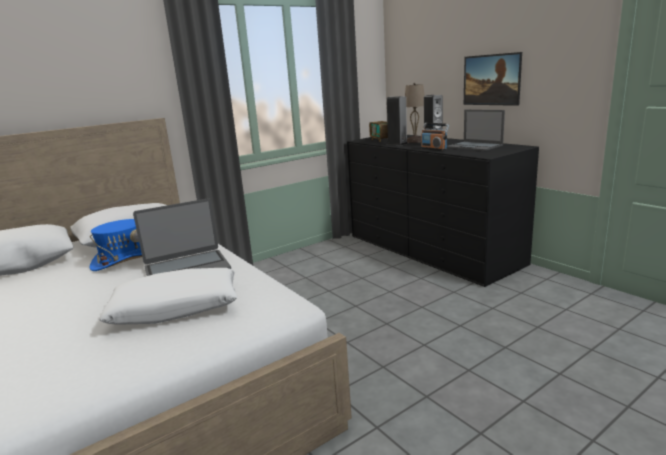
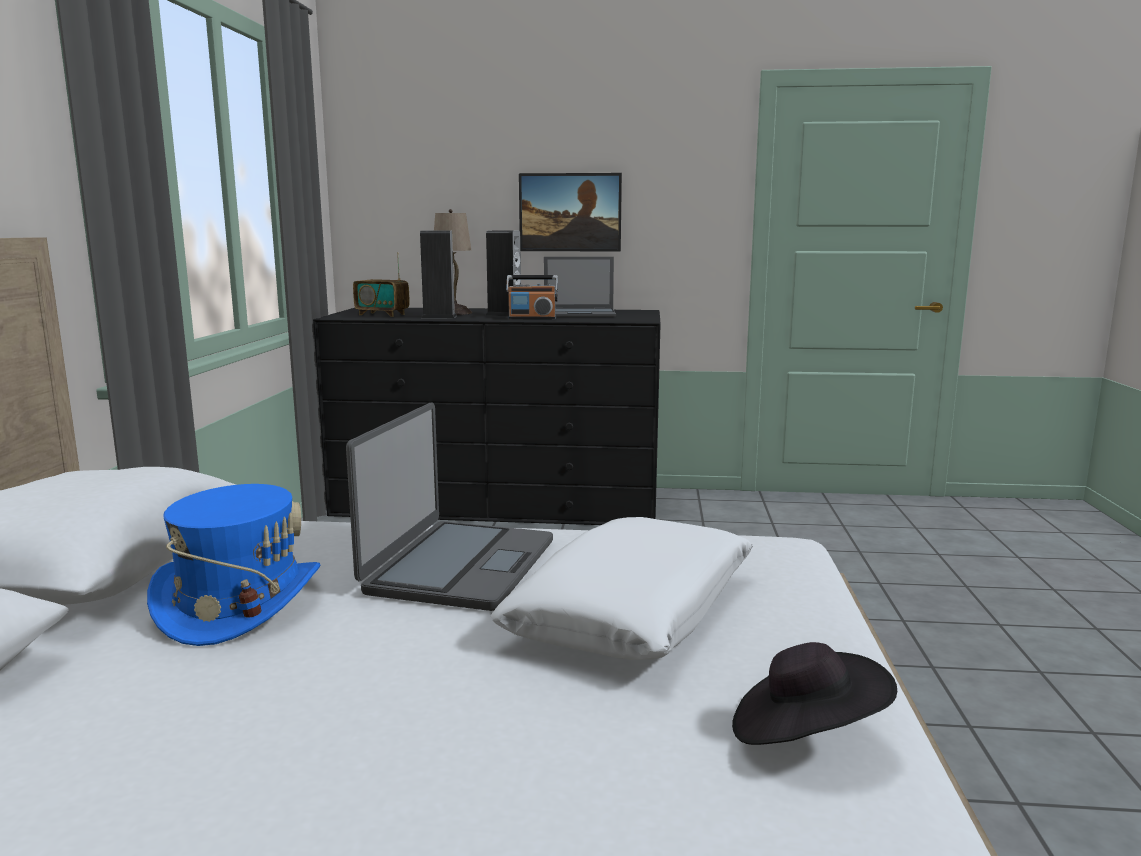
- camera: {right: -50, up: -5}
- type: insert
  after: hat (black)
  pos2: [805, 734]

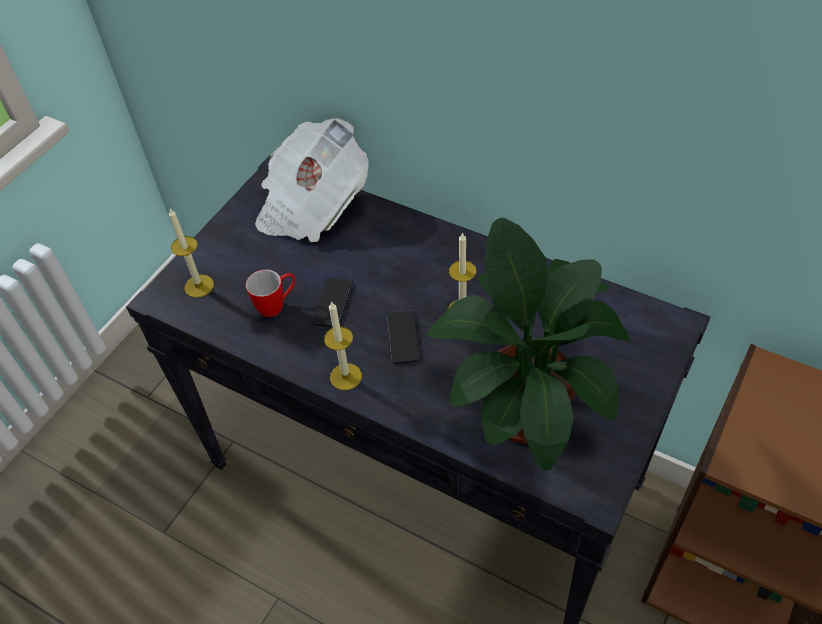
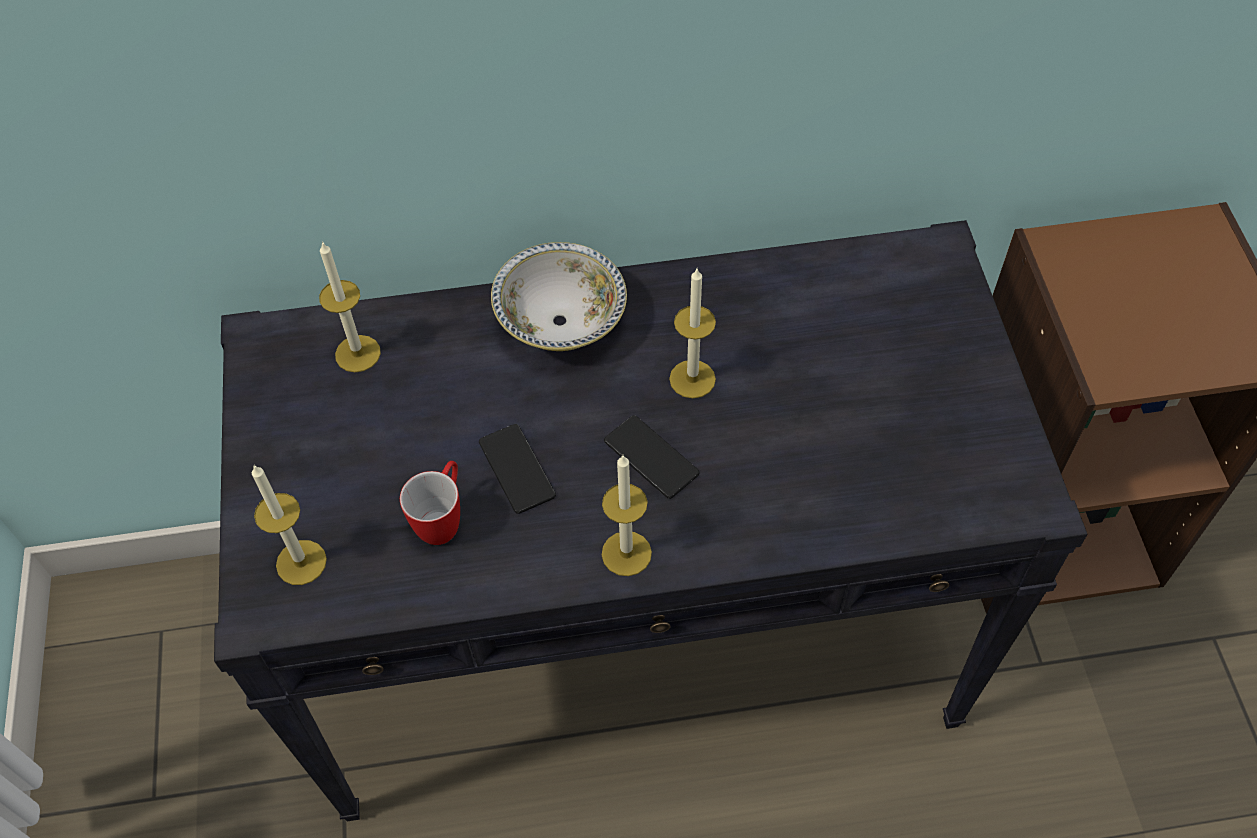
- camera: {right: -40, up: 5}
- type: delete
  before: potted plant
  pos1: [525, 402]
- type: insert
  after: bowl
  pos2: [561, 321]
- type: replace
  before: newspaper
  after: candle
  pos1: [311, 205]
  pos2: [358, 353]

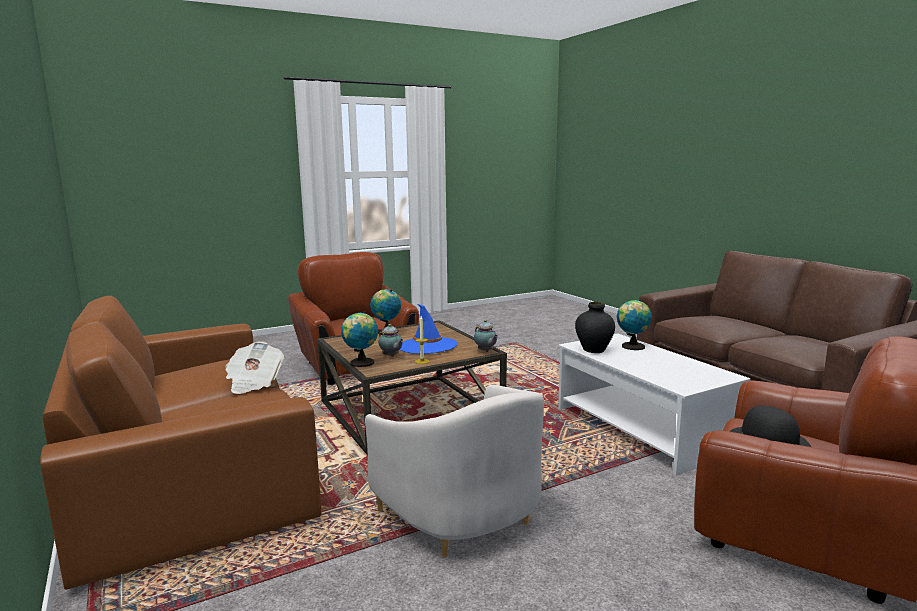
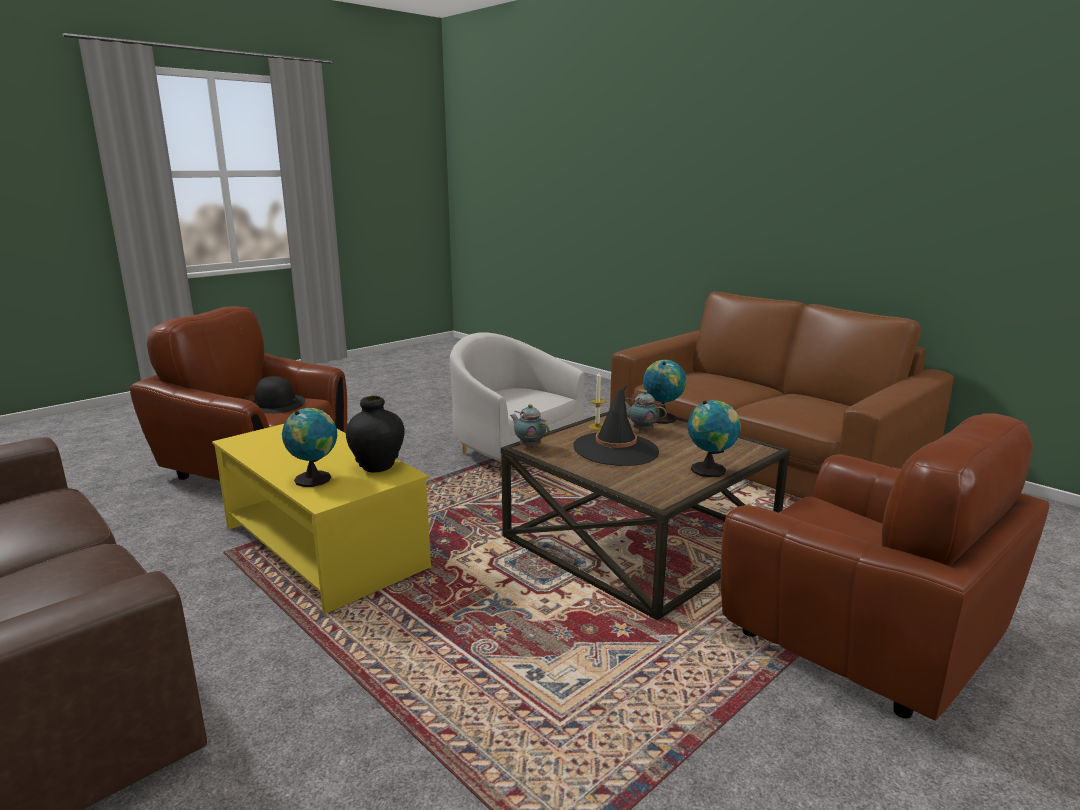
- camera: {right: 165, up: 5}
- type: delete
  before: newspaper
  pos1: [254, 383]
- type: recolor
  before: hat (blue)
  after: hat (black)
  pos1: [427, 346]
  pos2: [616, 450]
- type: recolor
  before: coffee table (white)
  after: coffee table (yellow)
  pos1: [642, 430]
  pos2: [323, 546]

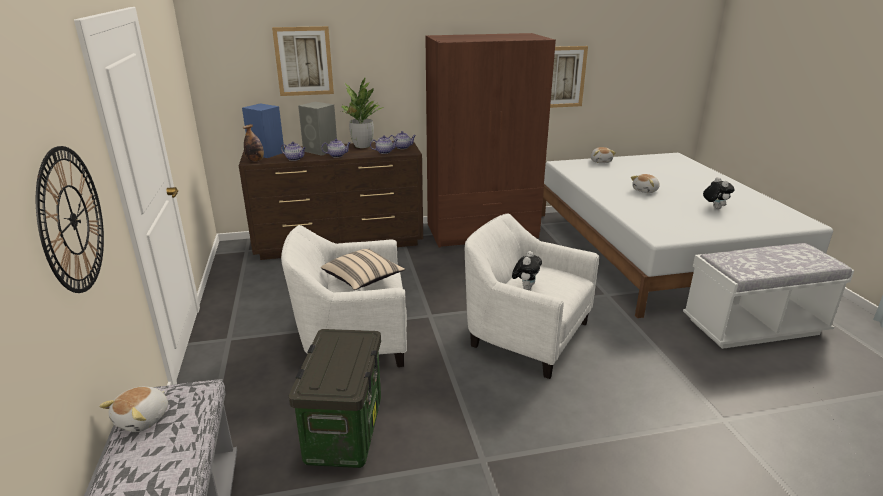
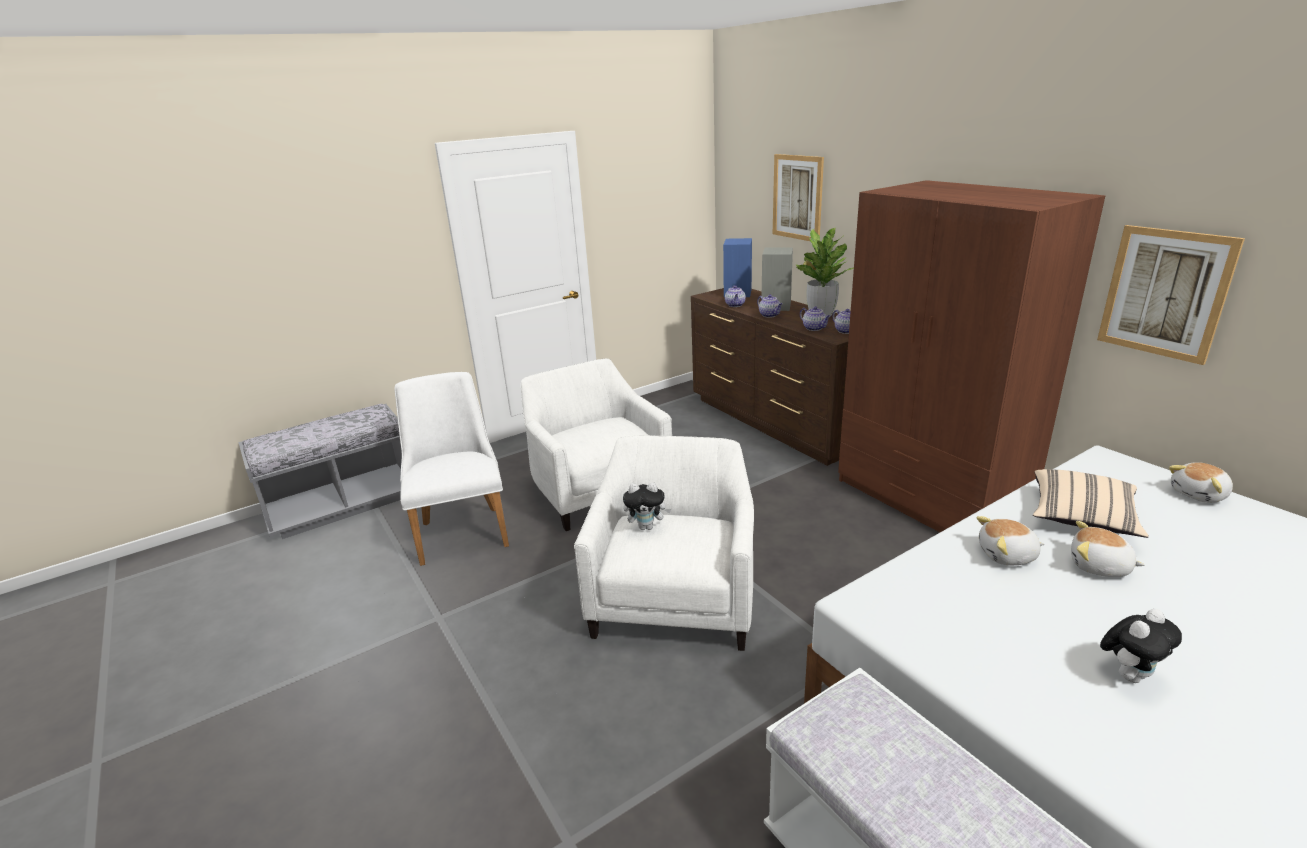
- camera: {right: 70, up: 0}
- type: delete
  before: wall clock
  pos1: [72, 220]
- type: delete
  before: bottle
  pos1: [255, 160]
- type: move
  before: plush toy
  pos1: [143, 419]
  pos2: [1007, 555]
- type: move
  before: pillow (beige)
  pos1: [363, 279]
  pos2: [1081, 518]
- type: replace
  before: storage box
  after: chair (white)
  pos1: [344, 430]
  pos2: [462, 529]

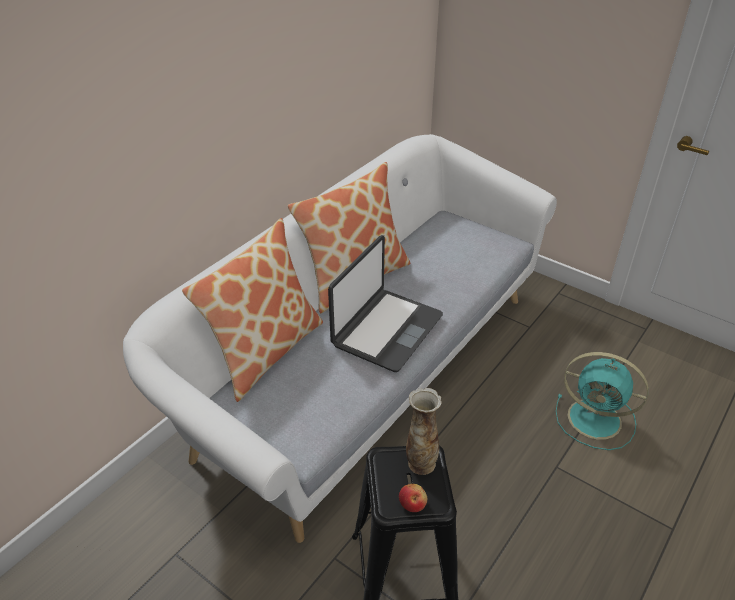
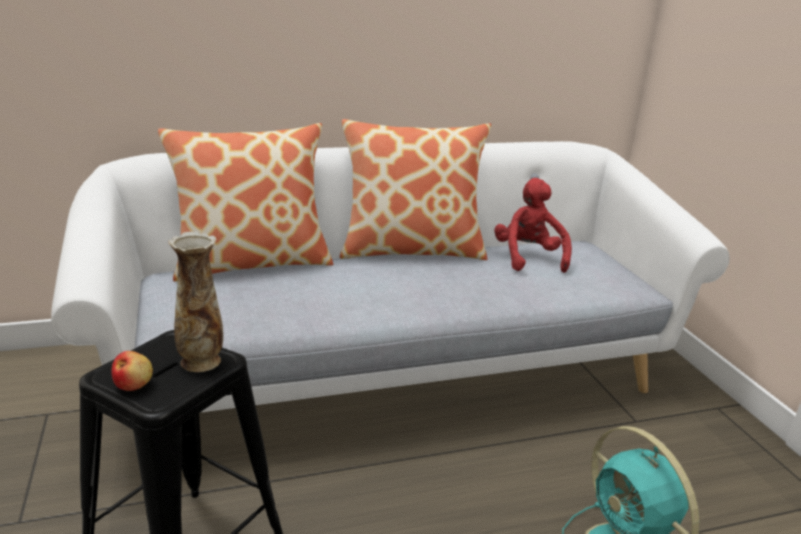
- camera: {right: 35, up: -15}
- type: delete
  before: laptop
  pos1: [386, 330]
- type: insert
  after: plush toy (red)
  pos2: [528, 258]

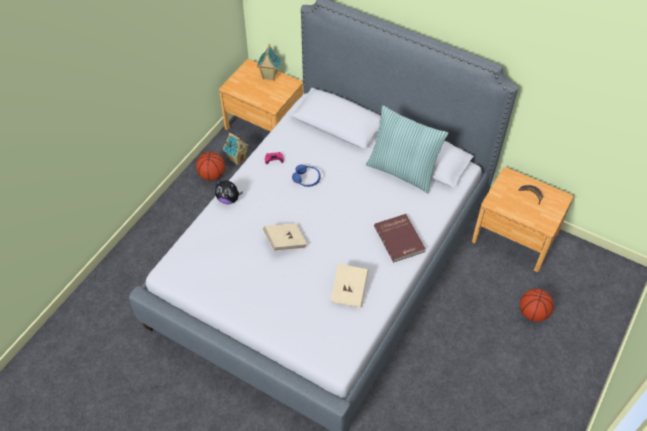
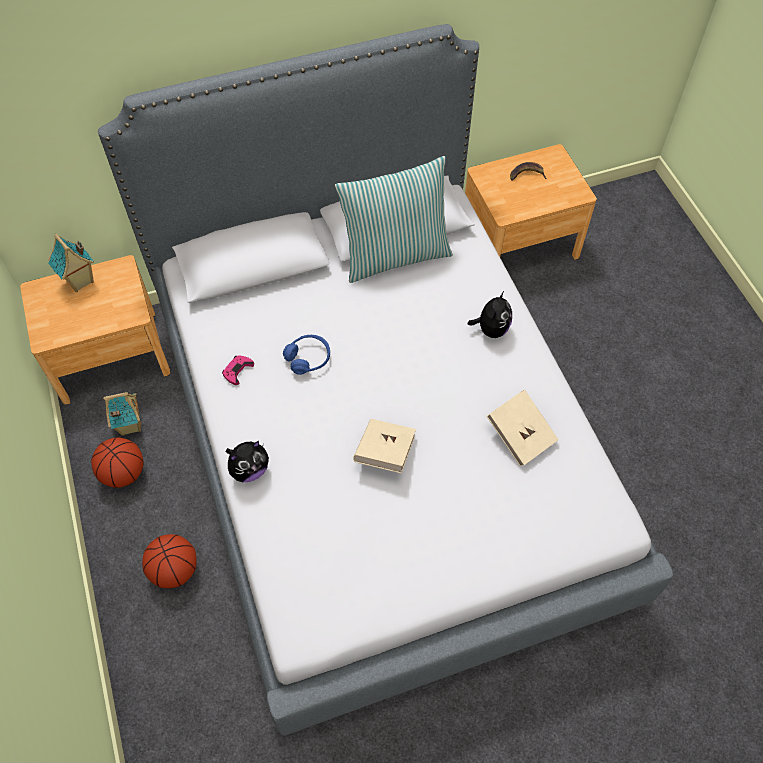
- camera: {right: -50, up: 5}
- type: move
  before: basketball
  pos1: [533, 313]
  pos2: [175, 570]
- type: replace
  before: book (red)
  after: plush toy
  pos1: [400, 239]
  pos2: [491, 329]

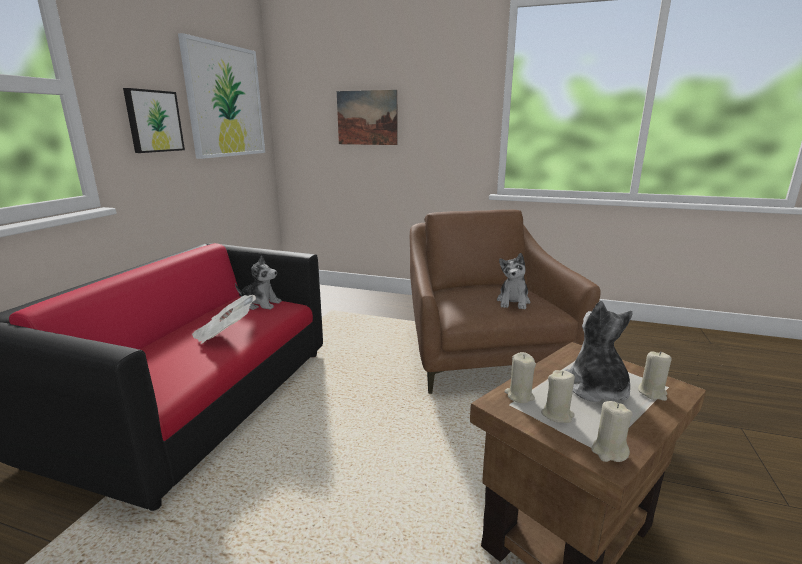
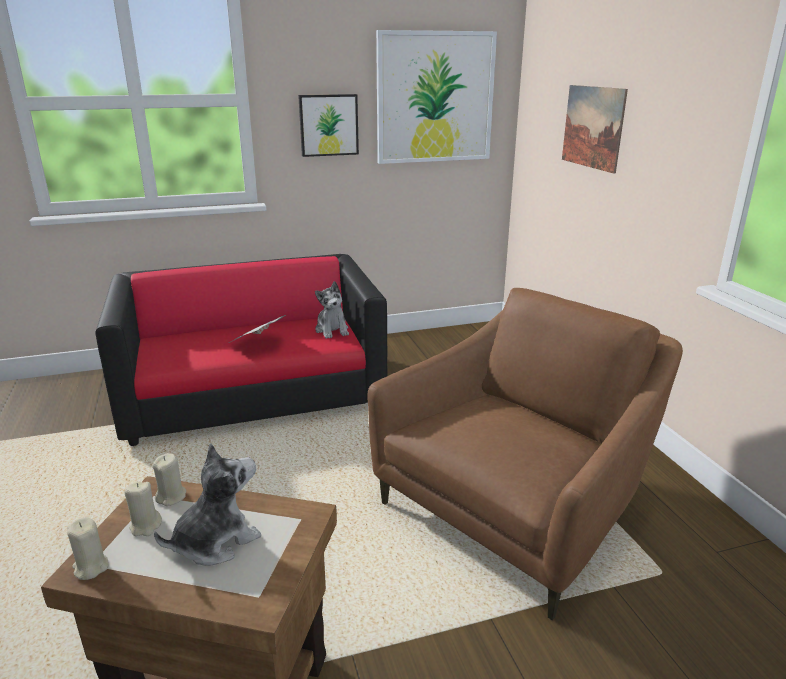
- camera: {right: 55, up: 5}
- type: delete
  before: plush toy
  pos1: [513, 302]
- type: delete
  before: candle (beige)
  pos1: [652, 393]

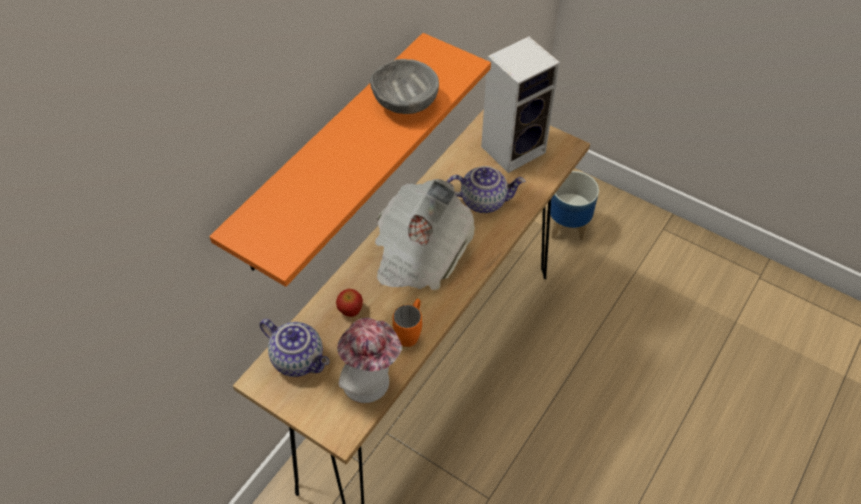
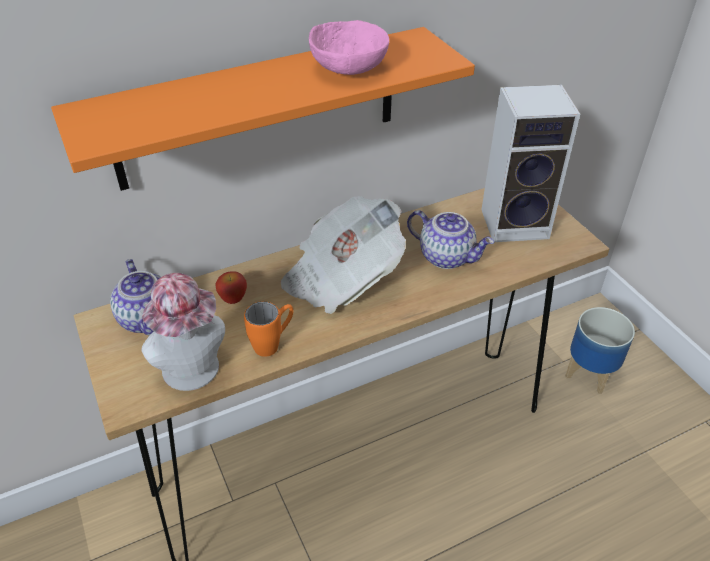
- camera: {right: 30, up: -10}
- type: recolor
  before: bowl (grey)
  after: bowl (pink)
  pos1: [405, 102]
  pos2: [348, 68]

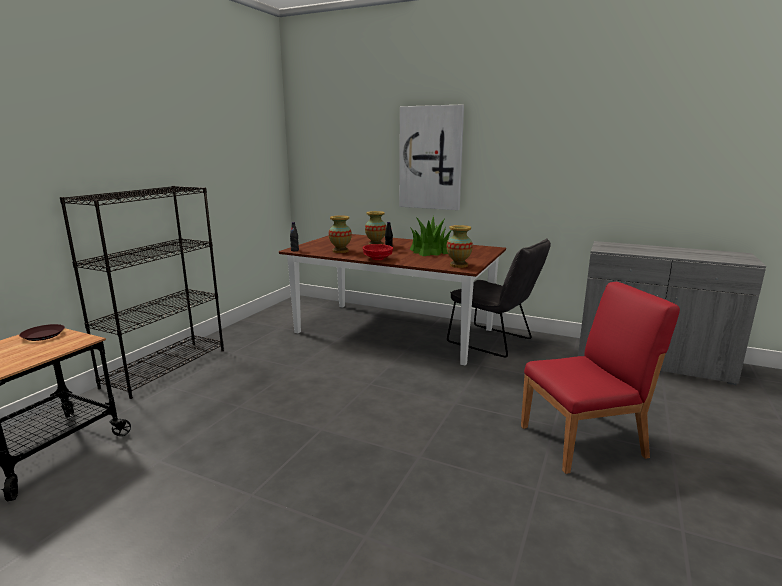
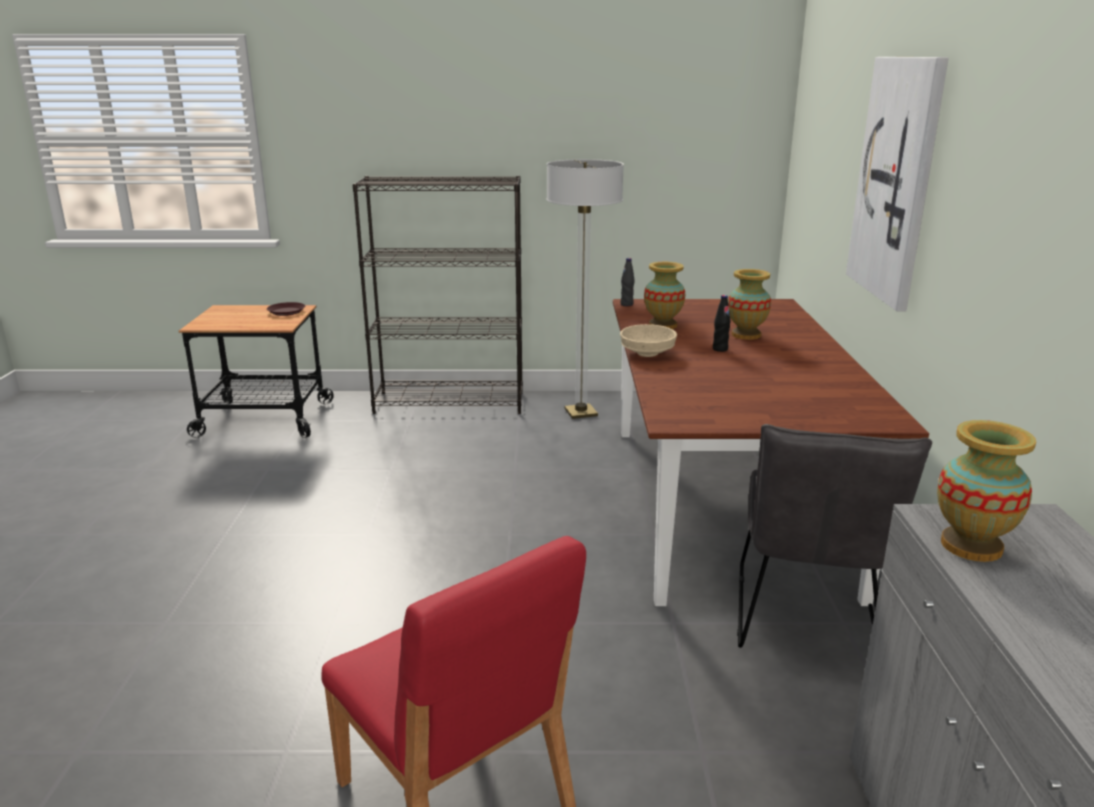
- camera: {right: 65, up: 5}
- type: delete
  before: potted plant
  pos1: [429, 251]
- type: insert
  after: floor lamp
  pos2: [581, 413]
- type: move
  before: vase
  pos1: [458, 265]
  pos2: [971, 546]
- type: recolor
  before: bowl (red)
  after: bowl (beige)
  pos1: [377, 259]
  pos2: [646, 353]

